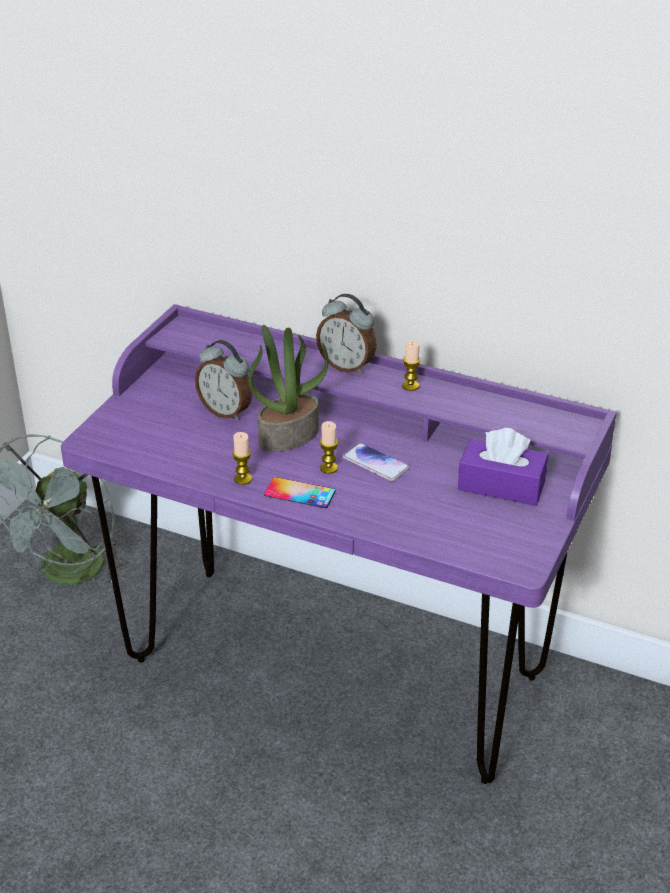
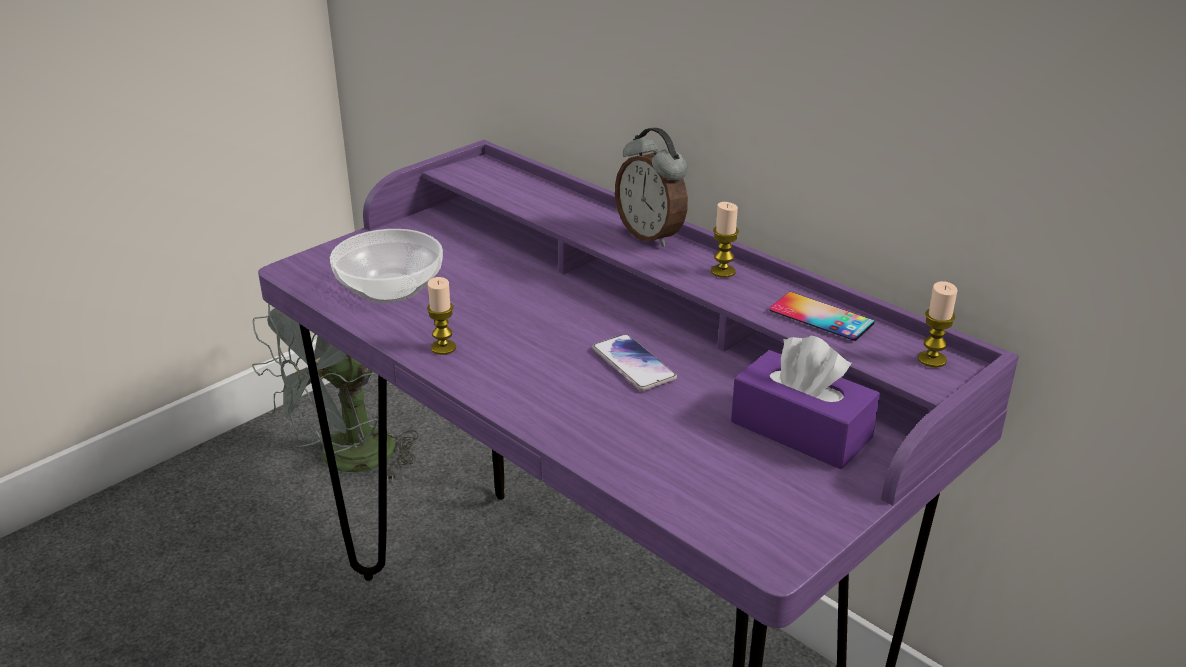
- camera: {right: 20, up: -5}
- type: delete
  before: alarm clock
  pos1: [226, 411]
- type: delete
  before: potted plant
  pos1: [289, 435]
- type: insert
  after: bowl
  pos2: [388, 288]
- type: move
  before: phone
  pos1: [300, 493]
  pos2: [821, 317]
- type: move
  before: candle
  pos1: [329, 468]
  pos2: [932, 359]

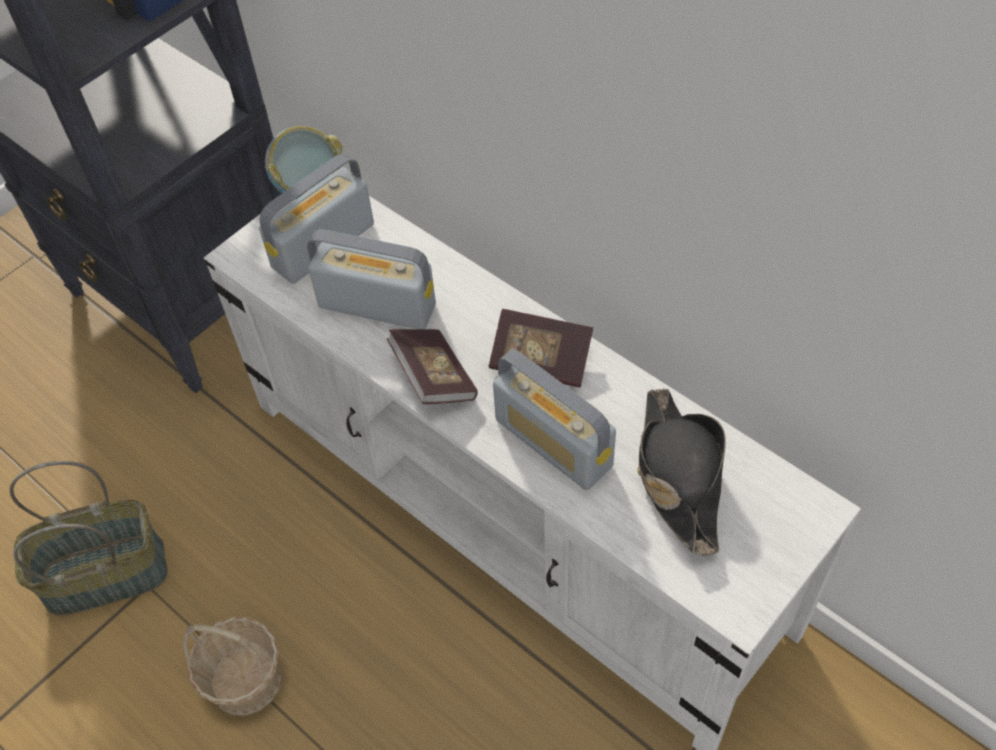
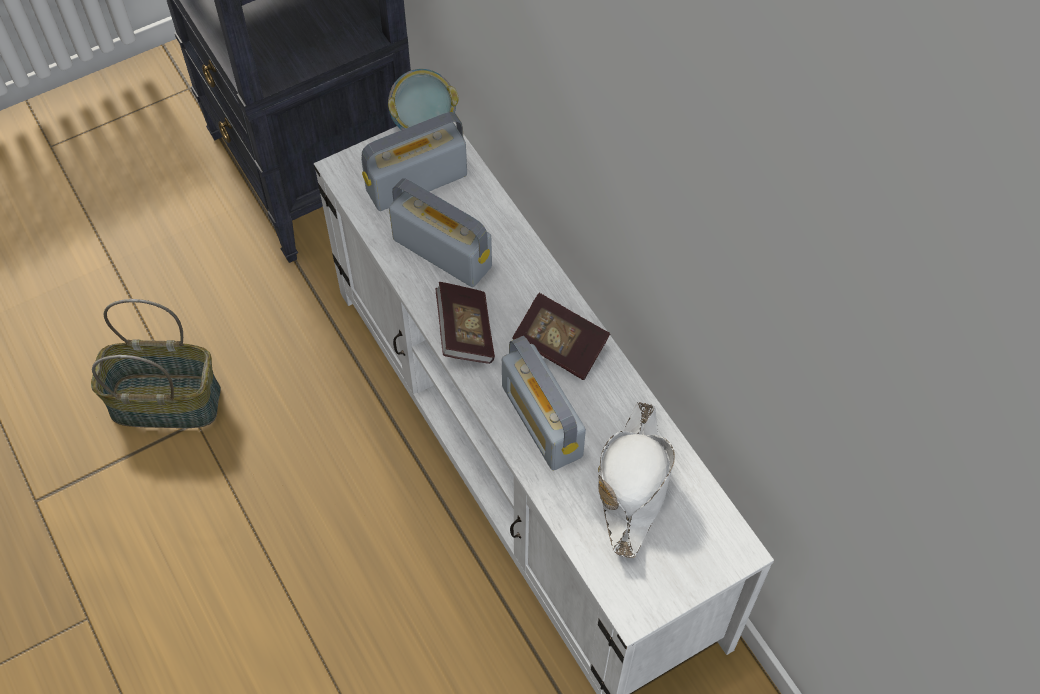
- camera: {right: 15, up: 5}
- type: delete
  before: basket
  pos1: [245, 680]
- type: recolor
  before: hat (black)
  after: hat (white)
  pos1: [678, 475]
  pos2: [633, 482]

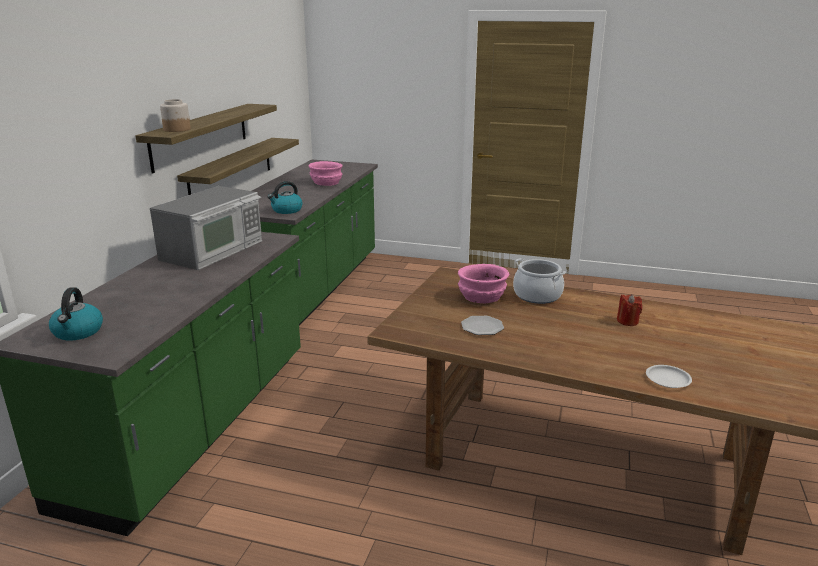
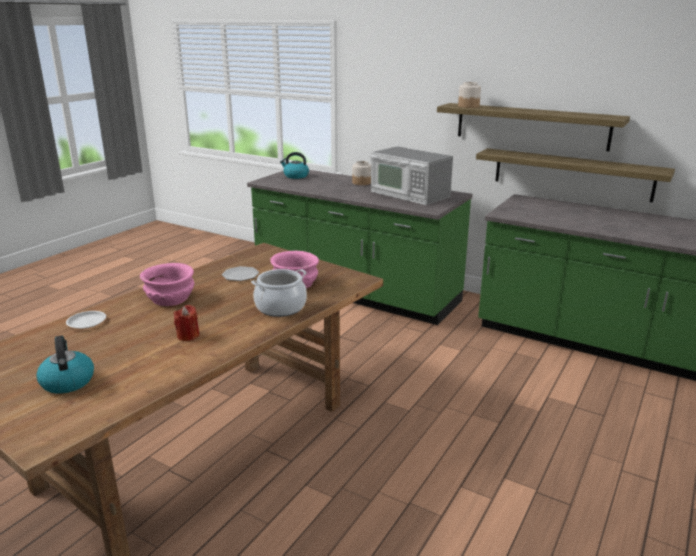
- camera: {right: 105, up: 0}
- type: insert
  after: jar
  pos2: [361, 182]
- type: move
  before: kettle
  pos1: [286, 210]
  pos2: [67, 381]
- type: move
  before: bowl (pink)
  pos1: [326, 183]
  pos2: [171, 298]

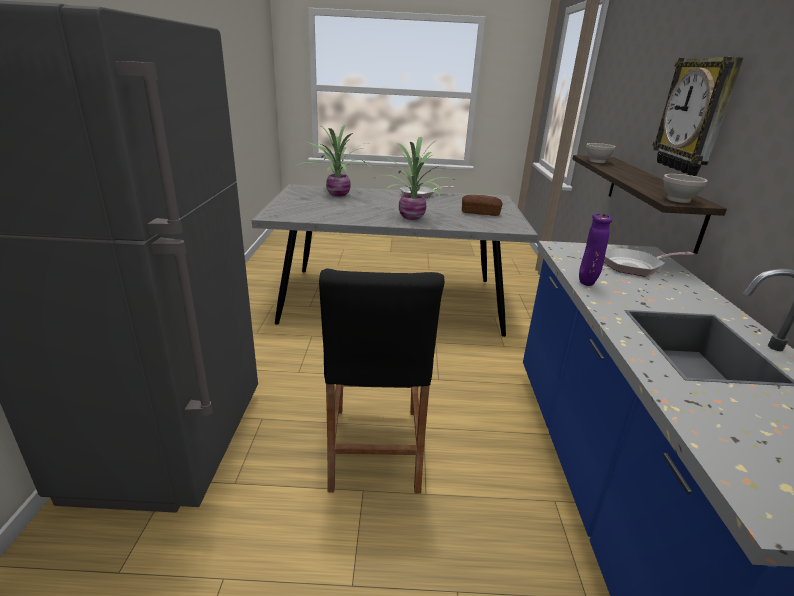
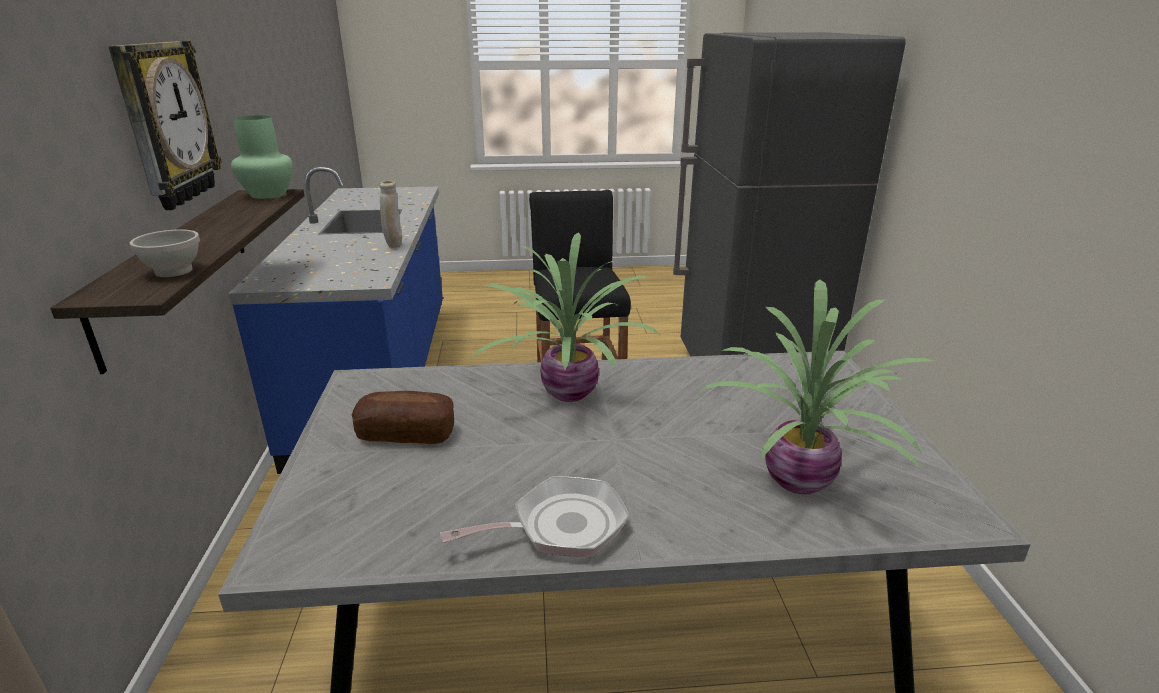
- camera: {right: 175, up: 0}
- type: delete
  before: frying pan
  pos1: [635, 266]
- type: replace
  before: bowl (white)
  after: vase (green)
  pos1: [678, 200]
  pos2: [269, 194]
- type: recolor
  before: vase (purple)
  after: vase (beige)
  pos1: [586, 283]
  pos2: [394, 246]

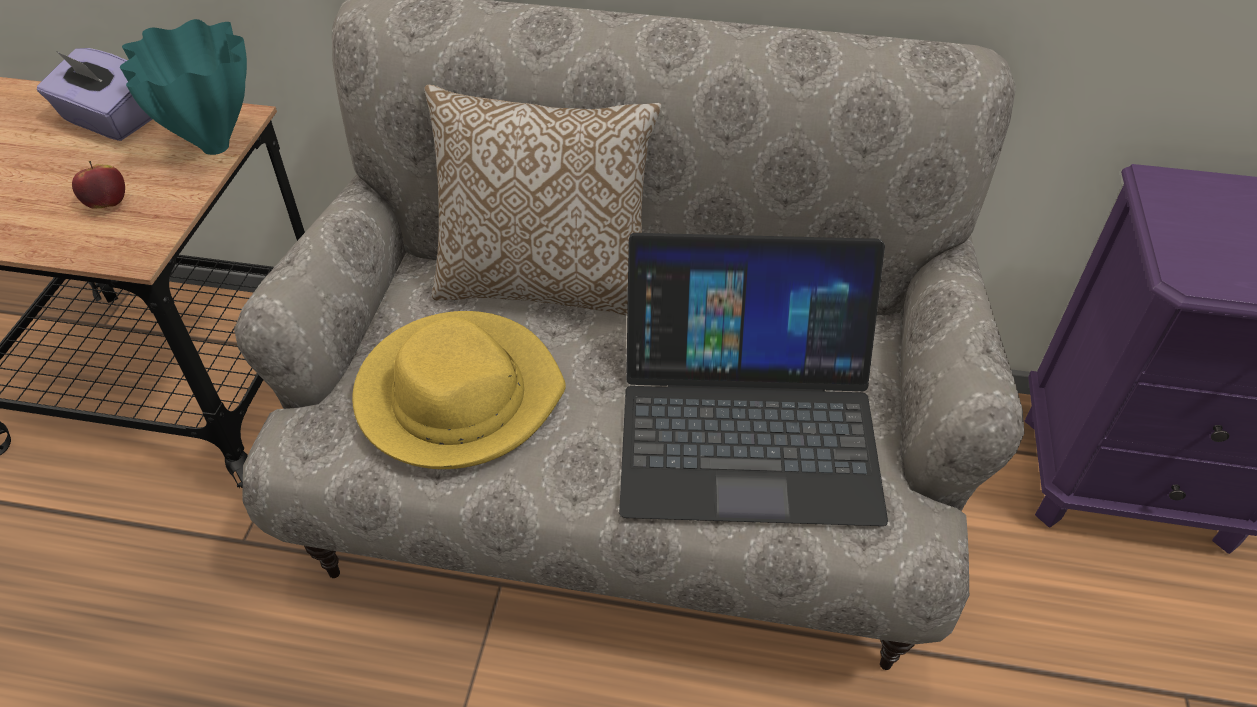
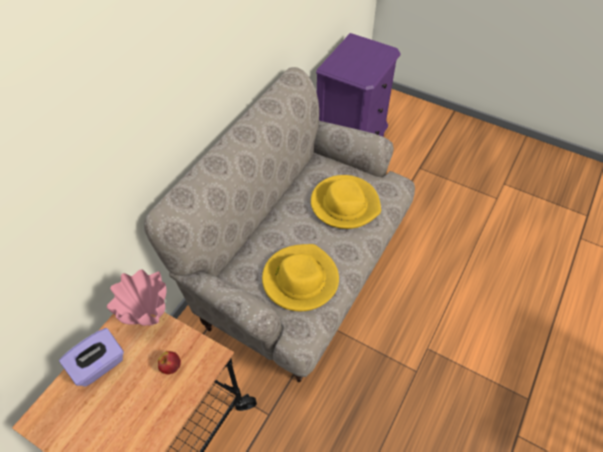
- camera: {right: -70, up: 5}
- type: delete
  before: pillow
  pos1: [548, 283]
- type: replace
  before: laptop
  after: hat (yellow)
  pos1: [748, 422]
  pos2: [345, 204]
- type: recolor
  before: vase (turquoise)
  after: vase (pink)
  pos1: [217, 145]
  pos2: [150, 319]

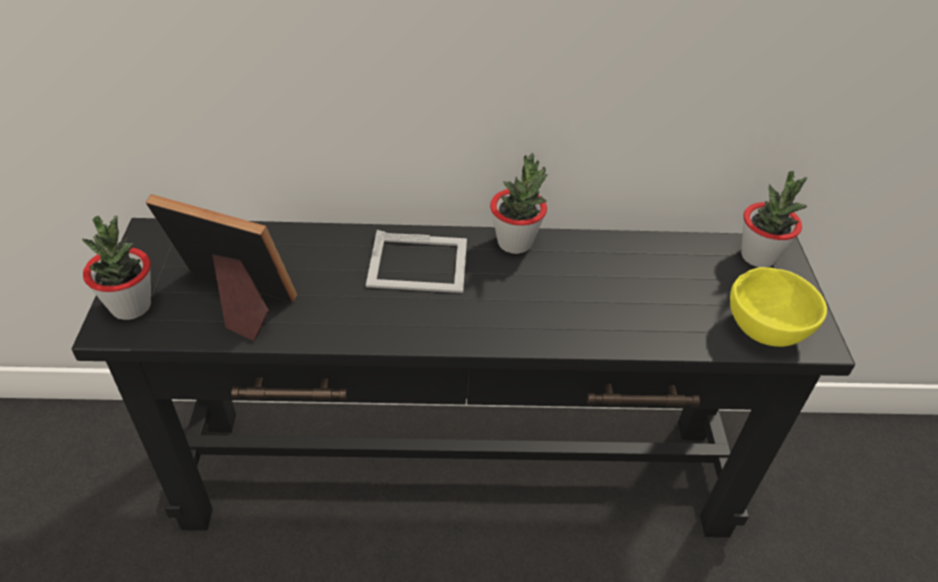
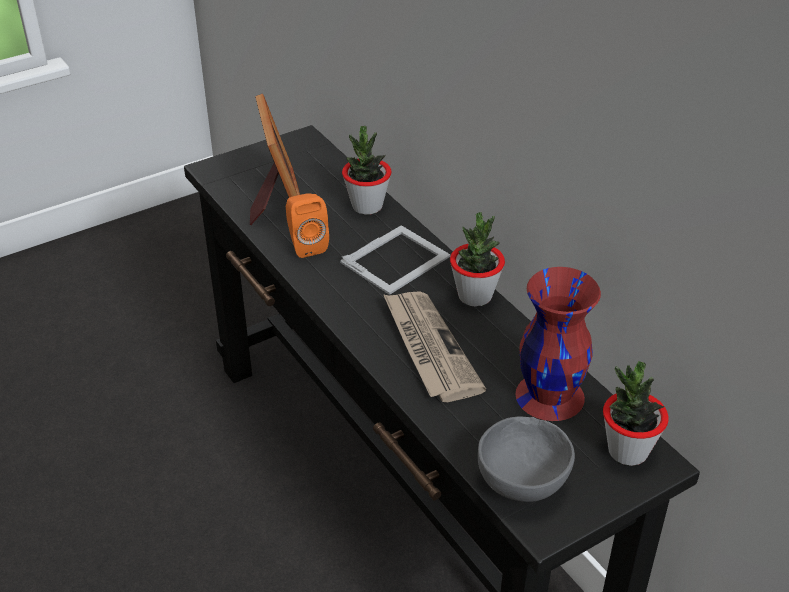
- camera: {right: 60, up: -5}
- type: insert
  after: speaker (orange)
  pos2: [306, 245]
- type: insert
  after: newspaper
  pos2: [428, 348]
- type: insert
  after: vase (red)
  pos2: [549, 395]
- type: move
  before: potted plant
  pos1: [131, 306]
  pos2: [367, 206]
- type: recolor
  before: bowl (yellow)
  after: bowl (grey)
  pos1: [765, 329]
  pos2: [524, 483]
- type: rotate
  before: picture frame
  pos1: [419, 263]
  pos2: [397, 259]
  turn: -105

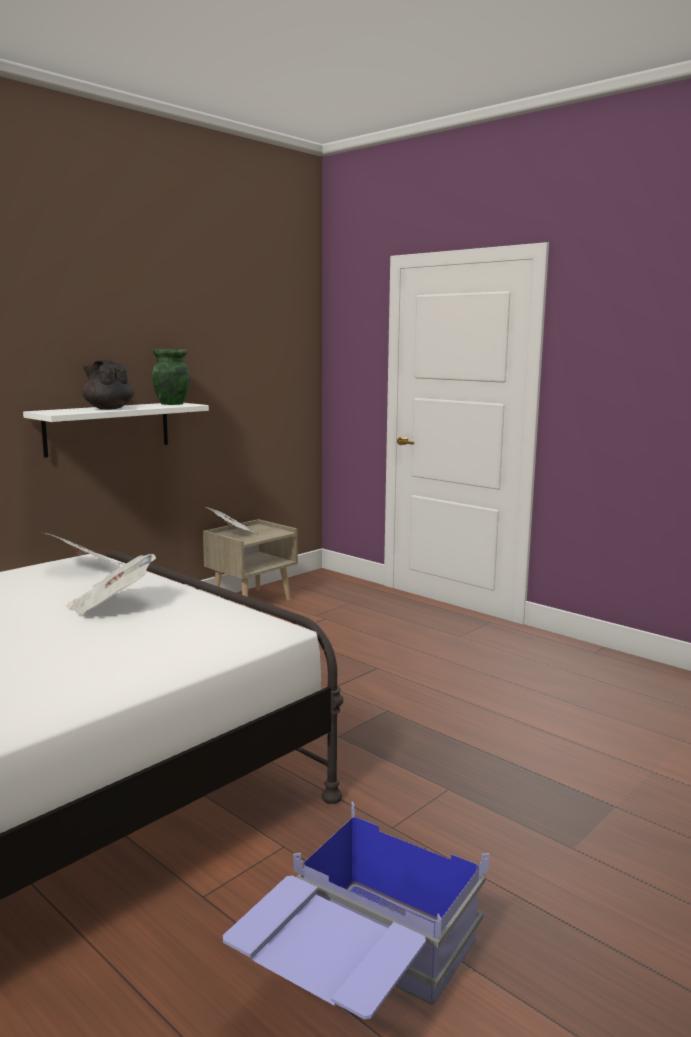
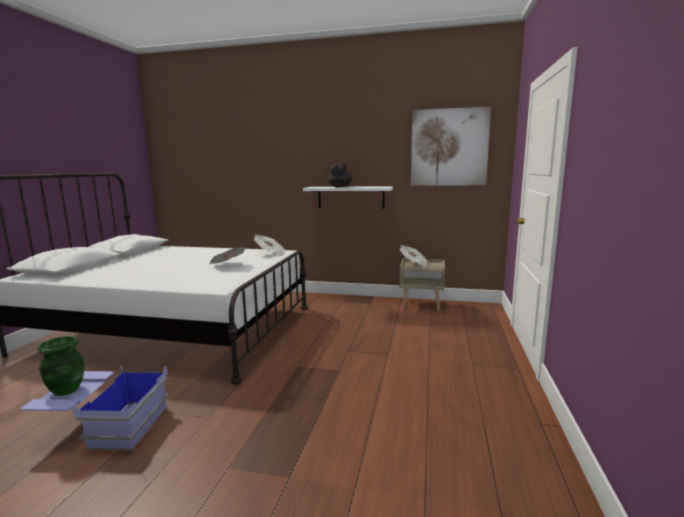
- camera: {right: 60, up: 0}
- type: insert
  after: picture
  pos2: [449, 147]
- type: move
  before: vase (green)
  pos1: [171, 404]
  pos2: [66, 390]

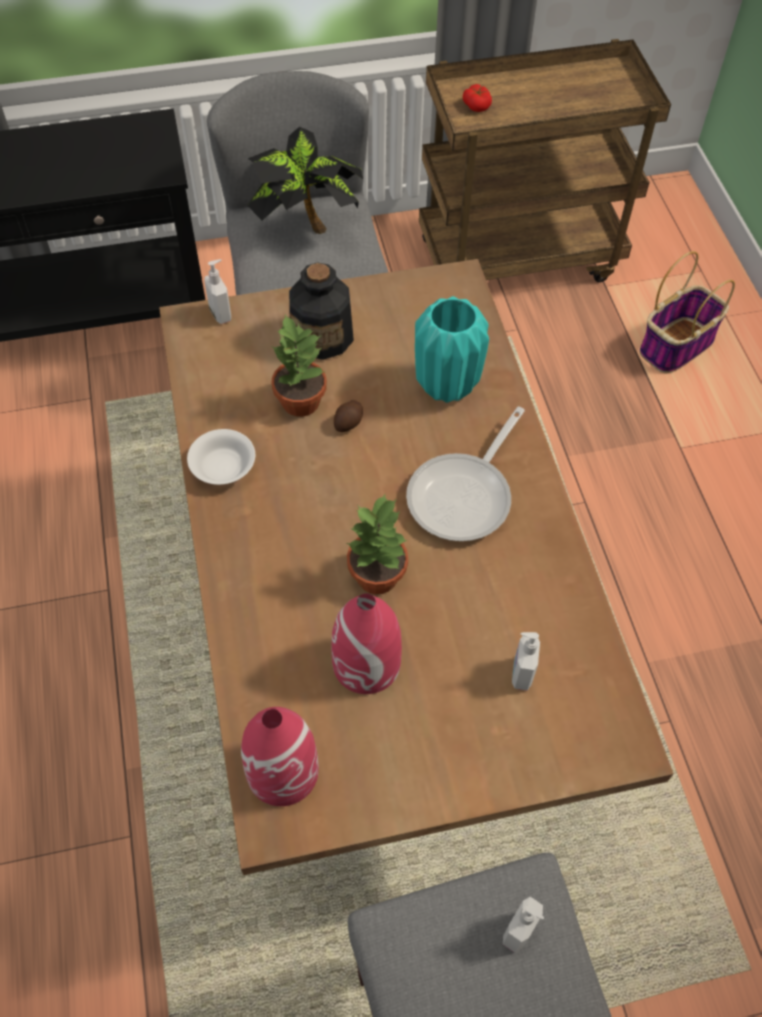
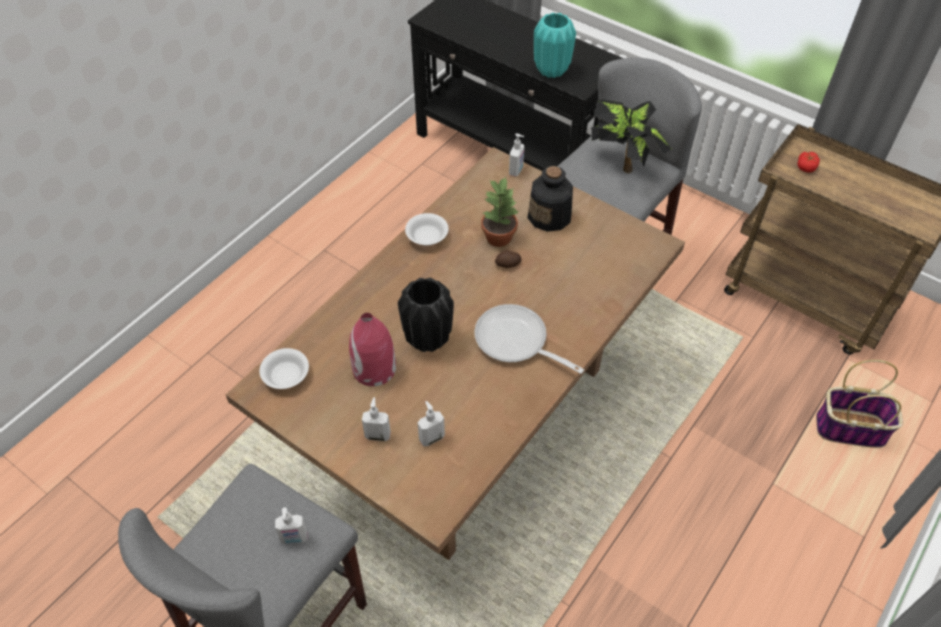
- camera: {right: 50, up: -5}
- type: insert
  after: soap dispenser
  pos2: [378, 435]
- type: move
  before: vase (turquoise)
  pos1: [445, 385]
  pos2: [551, 70]
- type: replace
  before: vase (red)
  after: bowl (white)
  pos1: [283, 770]
  pos2: [287, 375]
- type: replace
  before: potted plant
  after: vase (black)
  pos1: [378, 576]
  pos2: [428, 339]
- type: rotate
  before: frying pan
  pos1: [465, 495]
  pos2: [516, 342]
  turn: 45

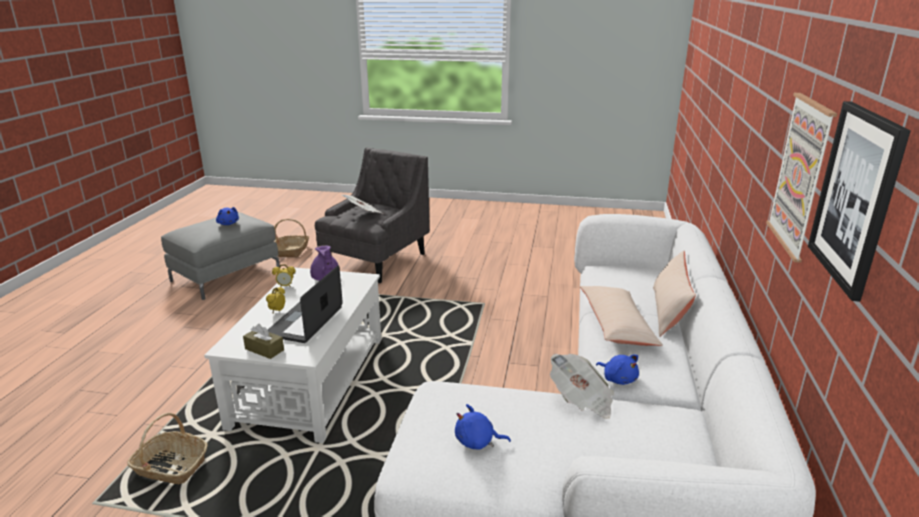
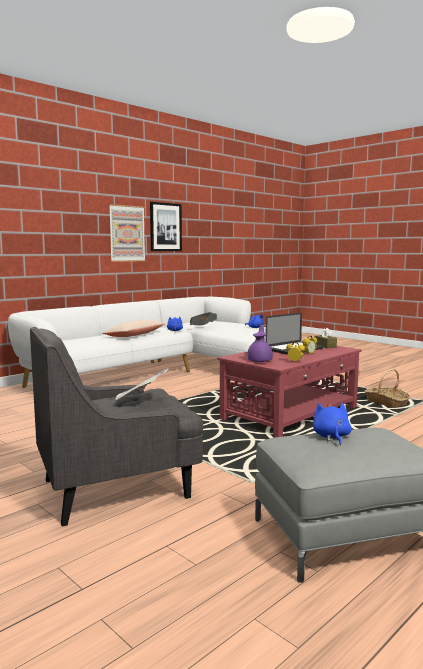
- camera: {right: -145, up: -15}
- type: delete
  before: basket
  pos1: [292, 251]
- type: delete
  before: pillow (beige)
  pos1: [669, 311]
- type: recolor
  before: coffee table (white)
  after: coffee table (red)
  pos1: [310, 381]
  pos2: [291, 413]

